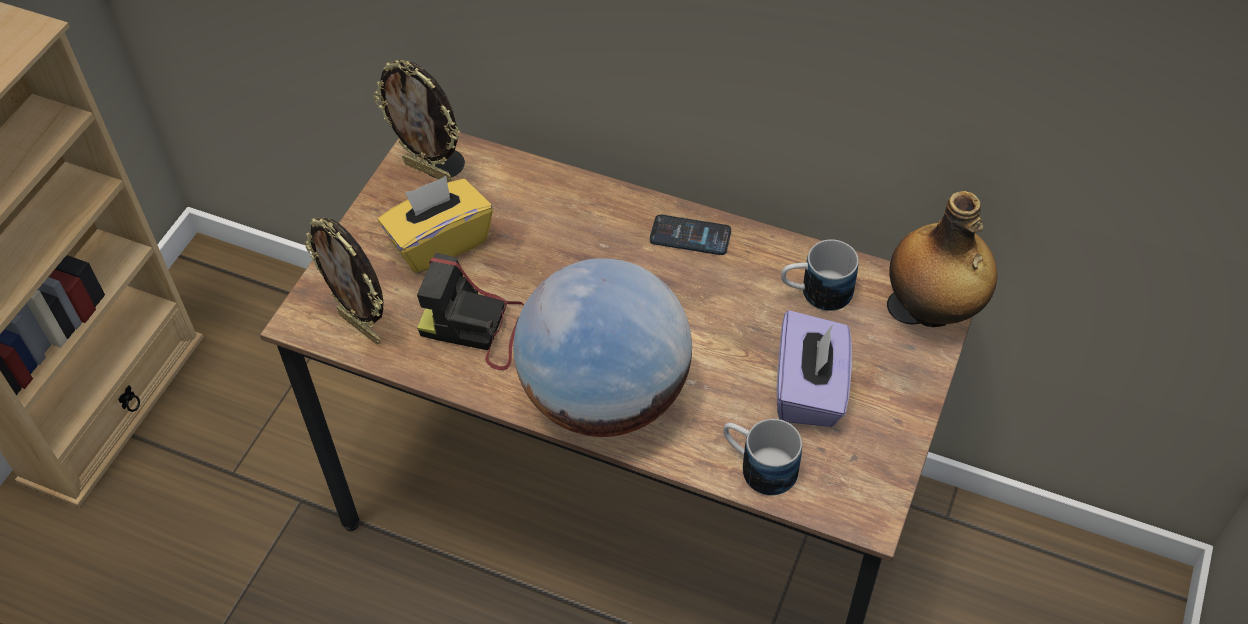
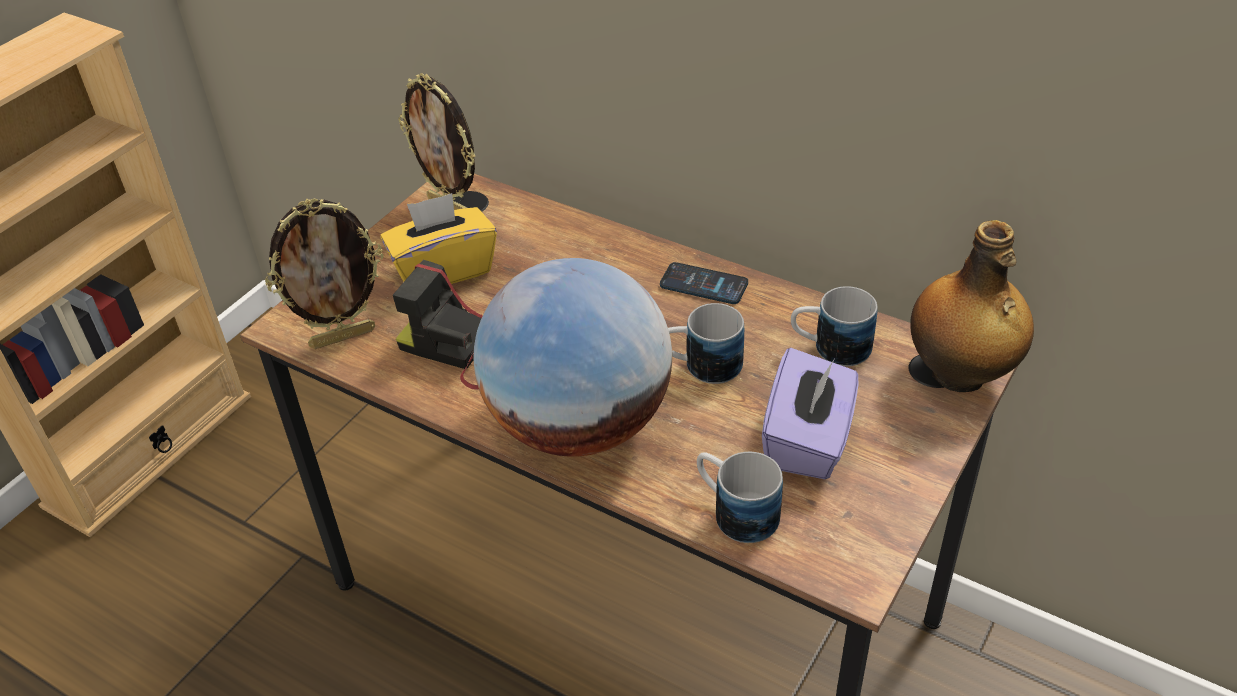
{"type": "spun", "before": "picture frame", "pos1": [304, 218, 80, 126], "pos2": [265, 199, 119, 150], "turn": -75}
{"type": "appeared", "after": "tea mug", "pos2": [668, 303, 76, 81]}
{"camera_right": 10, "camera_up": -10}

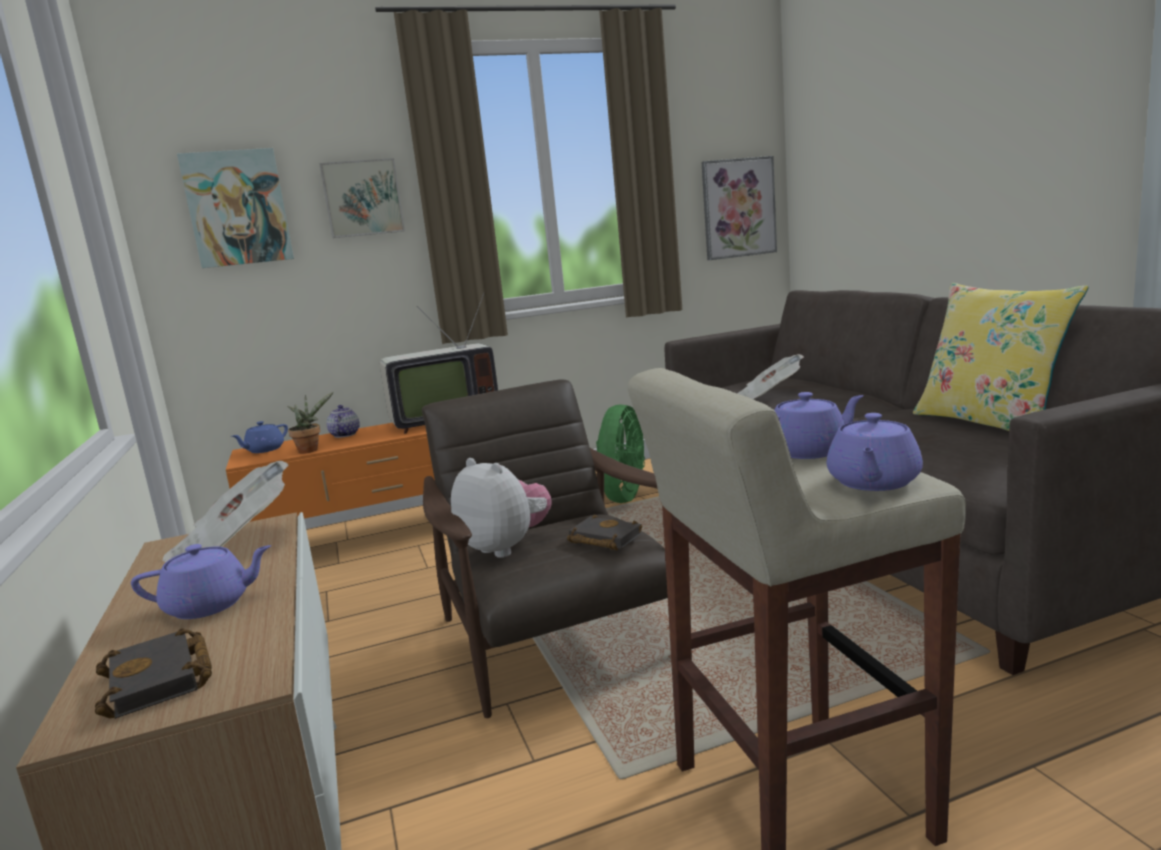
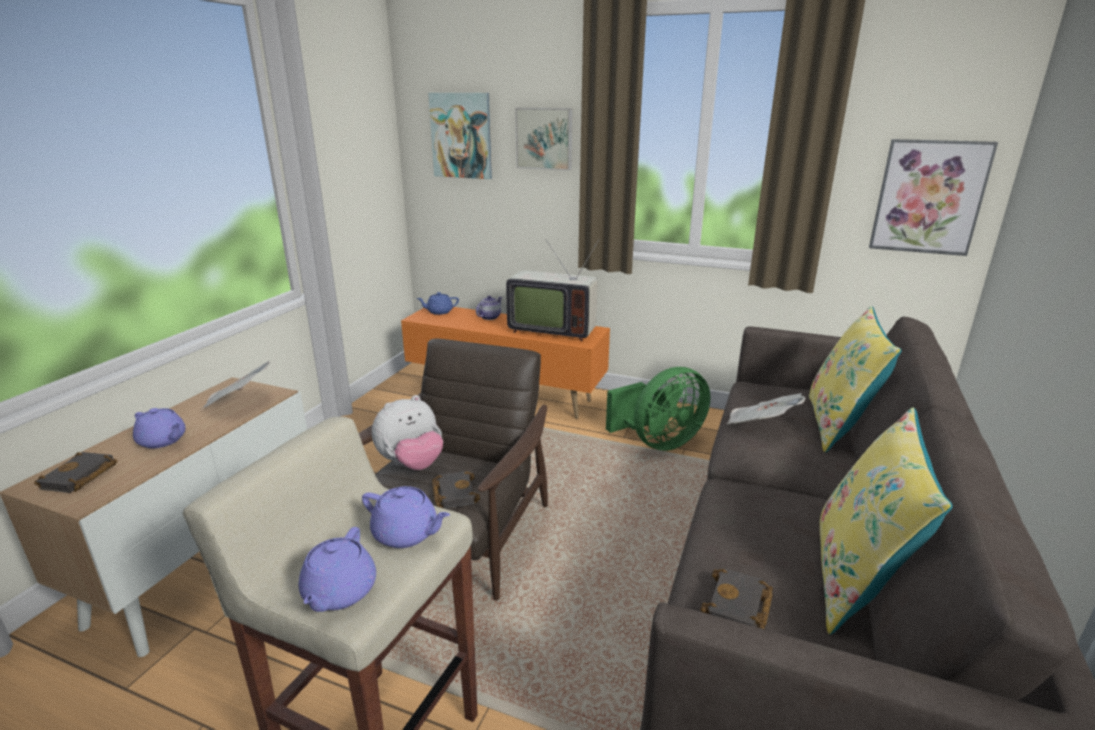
{"type": "missing", "before": "plant in a pot", "pos1": [287, 392, 47, 62]}
{"type": "spun", "before": "plush toy", "pos1": [451, 458, 101, 100], "pos2": [372, 395, 71, 75], "turn": 60}
{"type": "spun", "before": "pot for tea in purple", "pos1": [827, 413, 96, 78], "pos2": [299, 527, 77, 85], "turn": -60}
{"type": "appeared", "after": "volume in blackish", "pos2": [700, 567, 73, 62]}
{"type": "appeared", "after": "pillow in yellow", "pos2": [809, 306, 93, 147]}
{"camera_right": 40, "camera_up": 10}

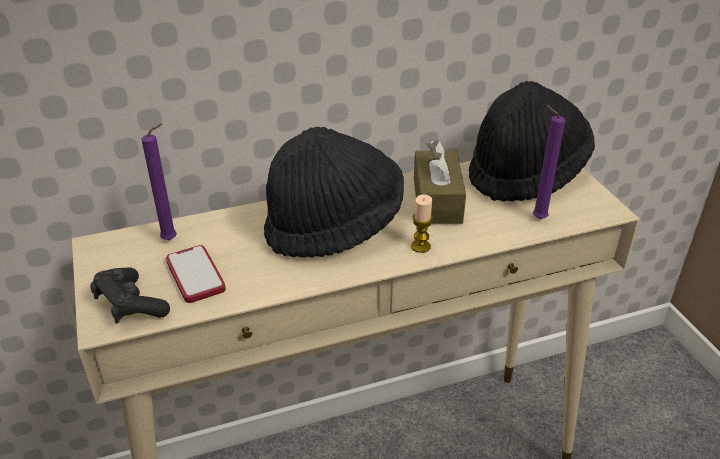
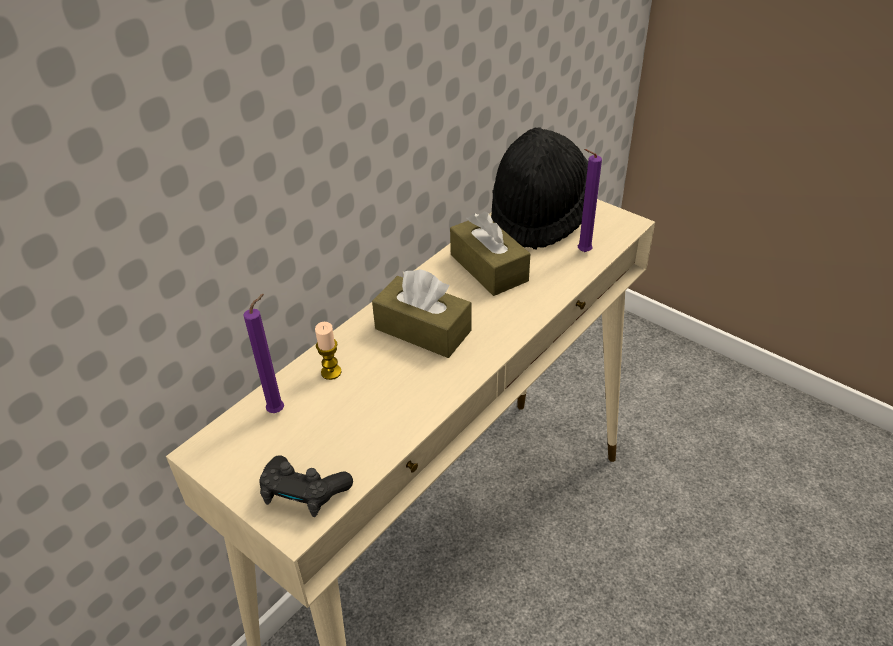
{"type": "missing", "before": "handset", "pos1": [166, 245, 60, 58]}
{"type": "exchanged", "before": "wearable hat in blackish", "after": "tissue holder in brown-coloured", "pos1": [264, 127, 140, 131], "pos2": [372, 269, 99, 89]}
{"type": "relocated", "before": "wax candle", "pos1": [411, 194, 22, 59], "pos2": [315, 322, 27, 58]}
{"camera_right": -30, "camera_up": 5}

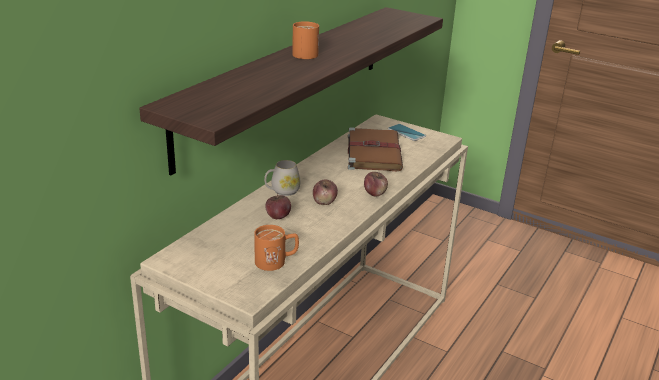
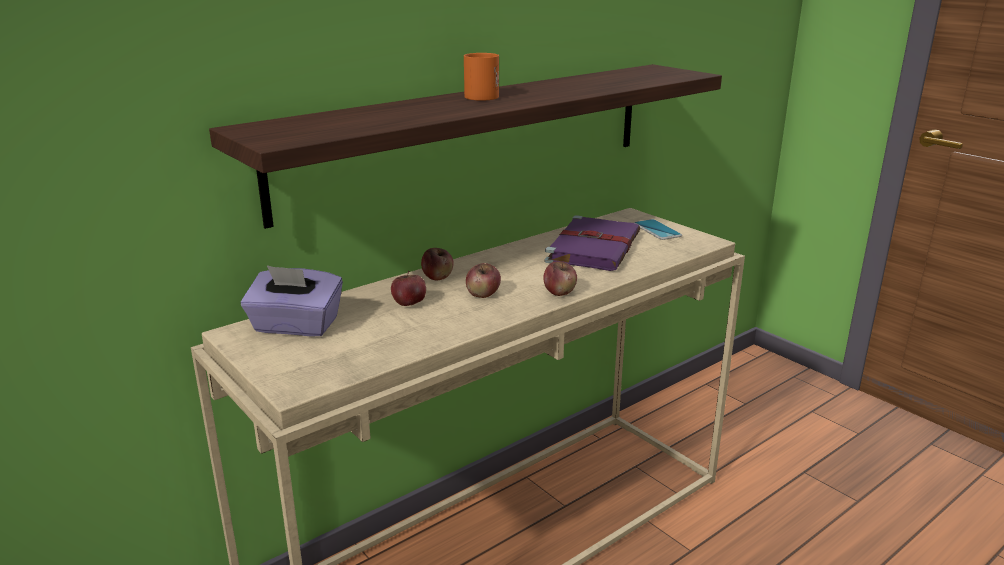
{"type": "missing", "before": "tea mug in orange", "pos1": [254, 225, 45, 46]}
{"type": "exchanged", "before": "tea mug in white-coloured", "after": "whole apple", "pos1": [264, 160, 36, 36], "pos2": [421, 248, 33, 32]}
{"type": "colour", "before": "volume in brown-coloured", "after": "volume in purple", "pos1": [348, 127, 55, 44], "pos2": [544, 215, 96, 56]}
{"type": "appeared", "after": "tissue holder in purple", "pos2": [241, 266, 102, 70]}
{"camera_right": 20, "camera_up": -5}

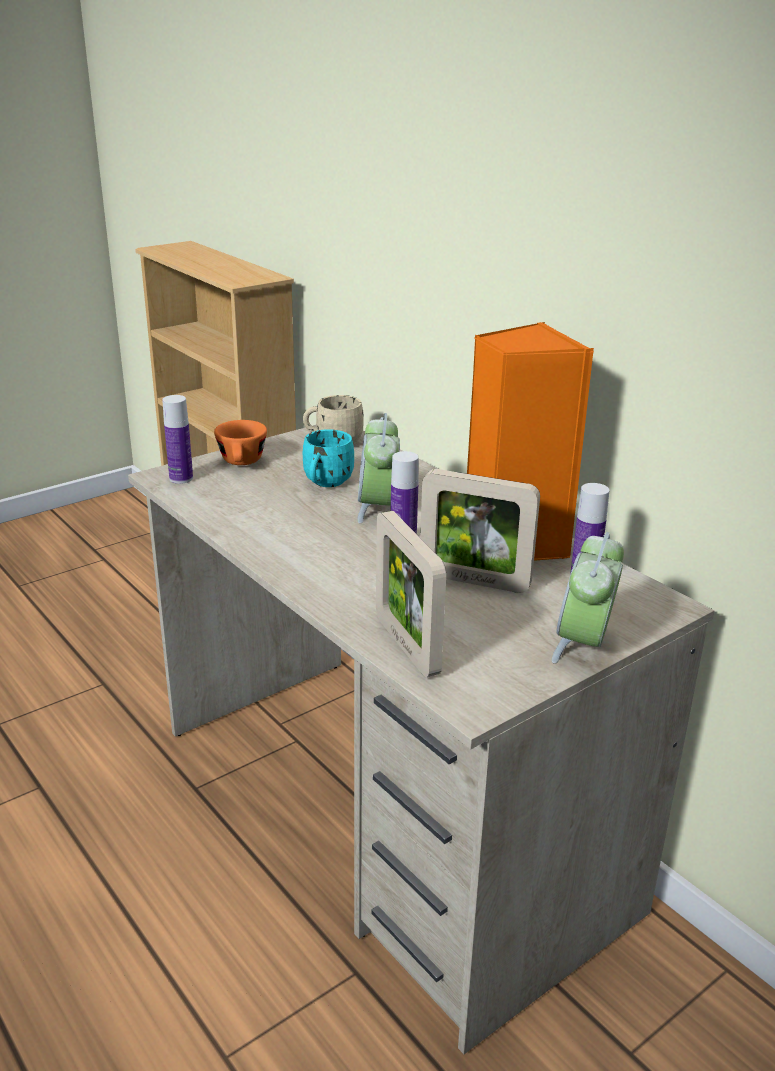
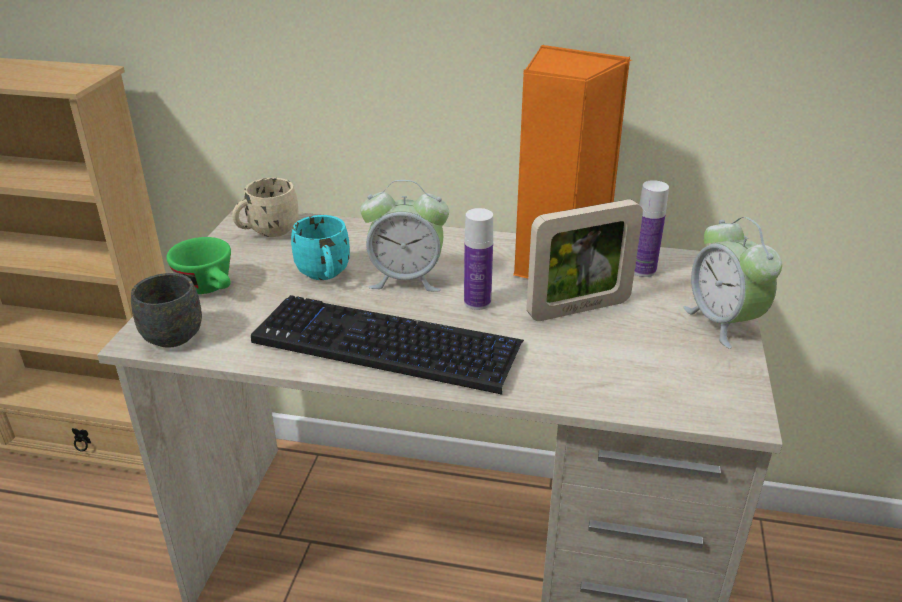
{"type": "exchanged", "before": "beverage bottle", "after": "tea mug in gray", "pos1": [162, 395, 31, 89], "pos2": [131, 273, 71, 75]}
{"type": "colour", "before": "small cup in orange", "after": "small cup in green-coloured", "pos1": [214, 420, 53, 45], "pos2": [166, 237, 65, 57]}
{"type": "spun", "before": "alarm clock", "pos1": [357, 413, 43, 111], "pos2": [360, 180, 89, 112], "turn": -45}
{"type": "missing", "before": "picture frame", "pos1": [376, 511, 70, 166]}
{"type": "appeared", "after": "computer keyboard", "pos2": [251, 295, 273, 100]}
{"camera_right": -40, "camera_up": 5}

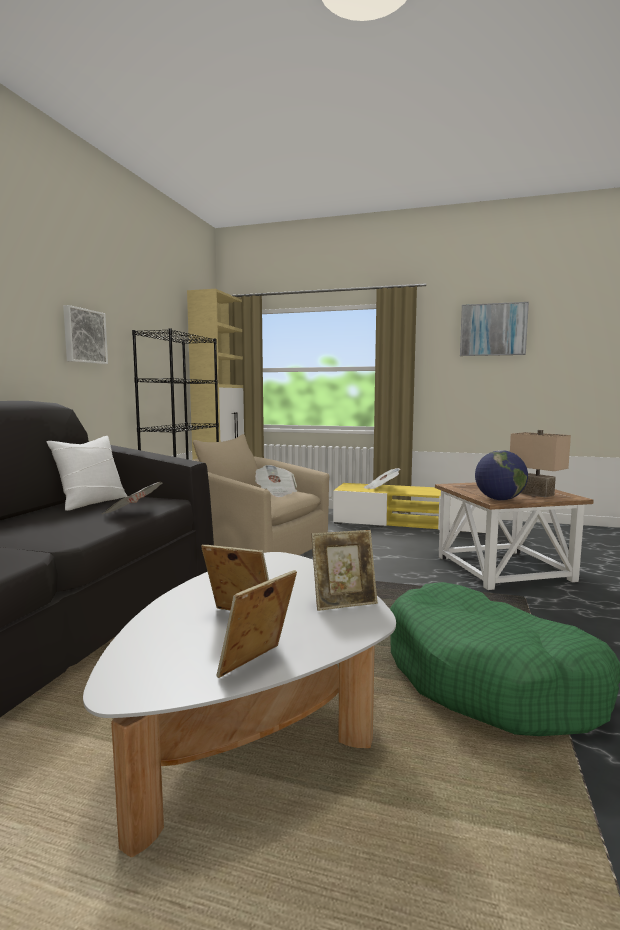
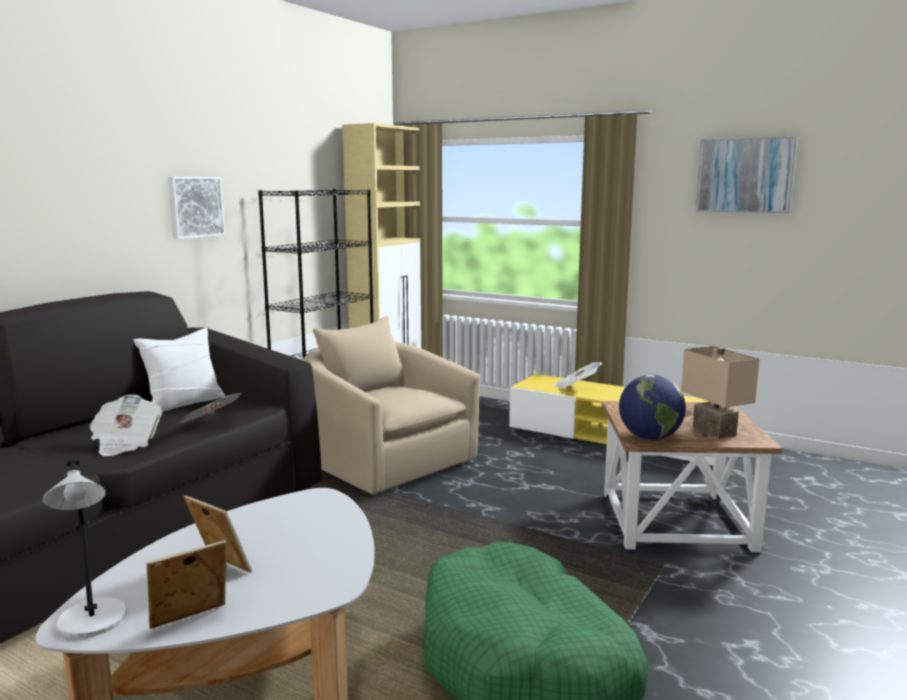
{"type": "relocated", "before": "daily paper", "pos1": [255, 465, 42, 32], "pos2": [89, 395, 73, 61]}
{"type": "missing", "before": "picture frame", "pos1": [311, 530, 67, 81]}
{"type": "appeared", "after": "lamp for a table in gray", "pos2": [43, 459, 84, 179]}
{"camera_right": 15, "camera_up": 5}

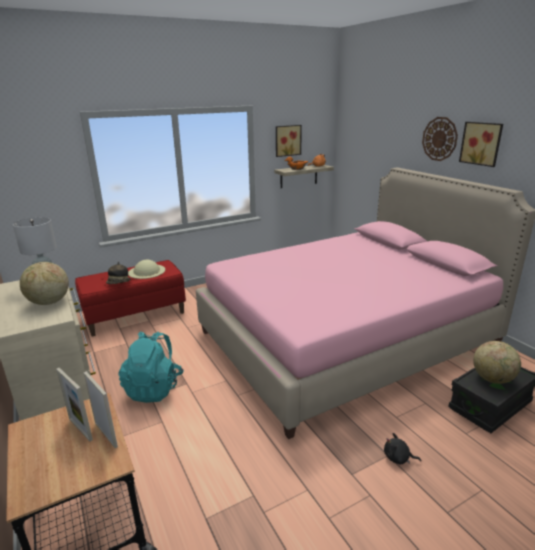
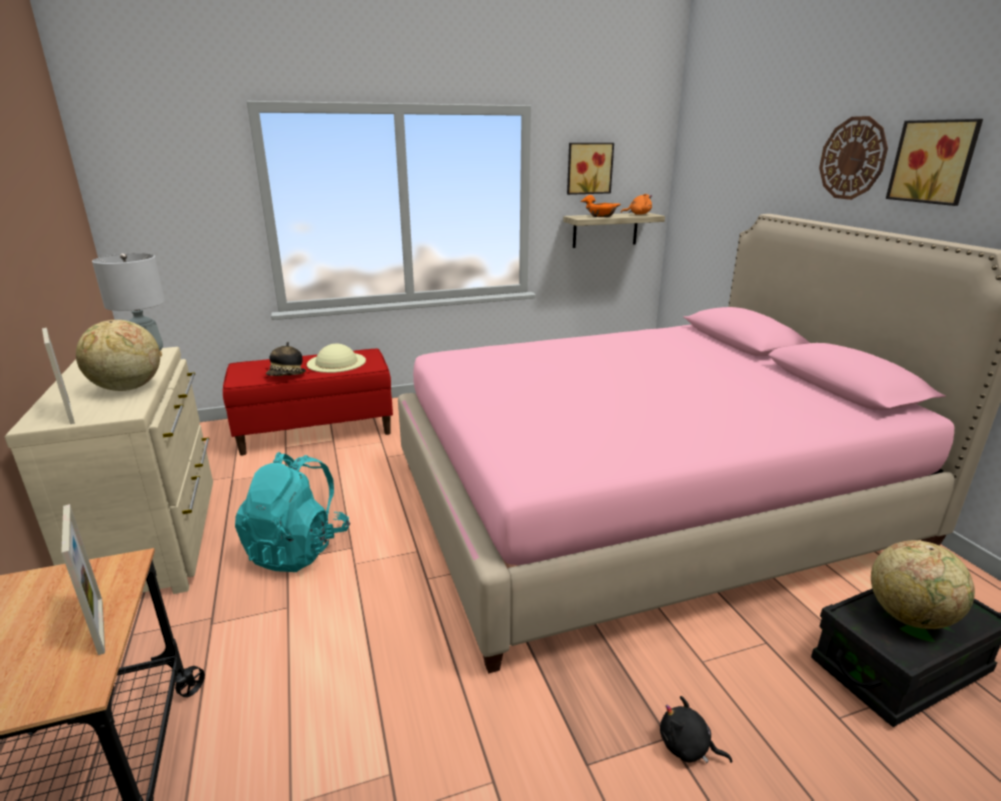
{"type": "relocated", "before": "picture frame", "pos1": [56, 368, 37, 73], "pos2": [42, 328, 33, 96]}
{"camera_right": 10, "camera_up": 0}

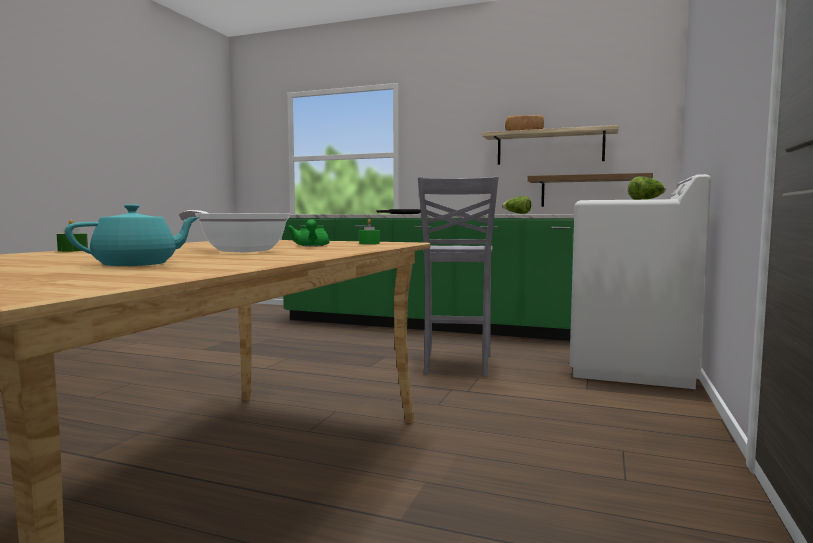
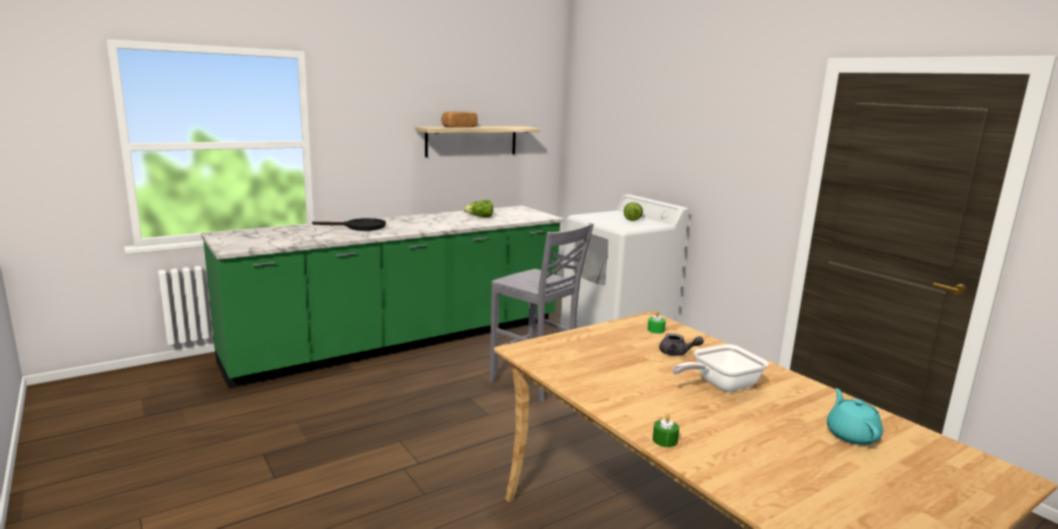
{"type": "colour", "before": "pot for tea in green-coloured", "after": "pot for tea in gray", "pos1": [287, 219, 43, 27], "pos2": [659, 333, 45, 23]}
{"type": "missing", "before": "wall shelf", "pos1": [527, 173, 126, 34]}
{"camera_right": -55, "camera_up": 10}

